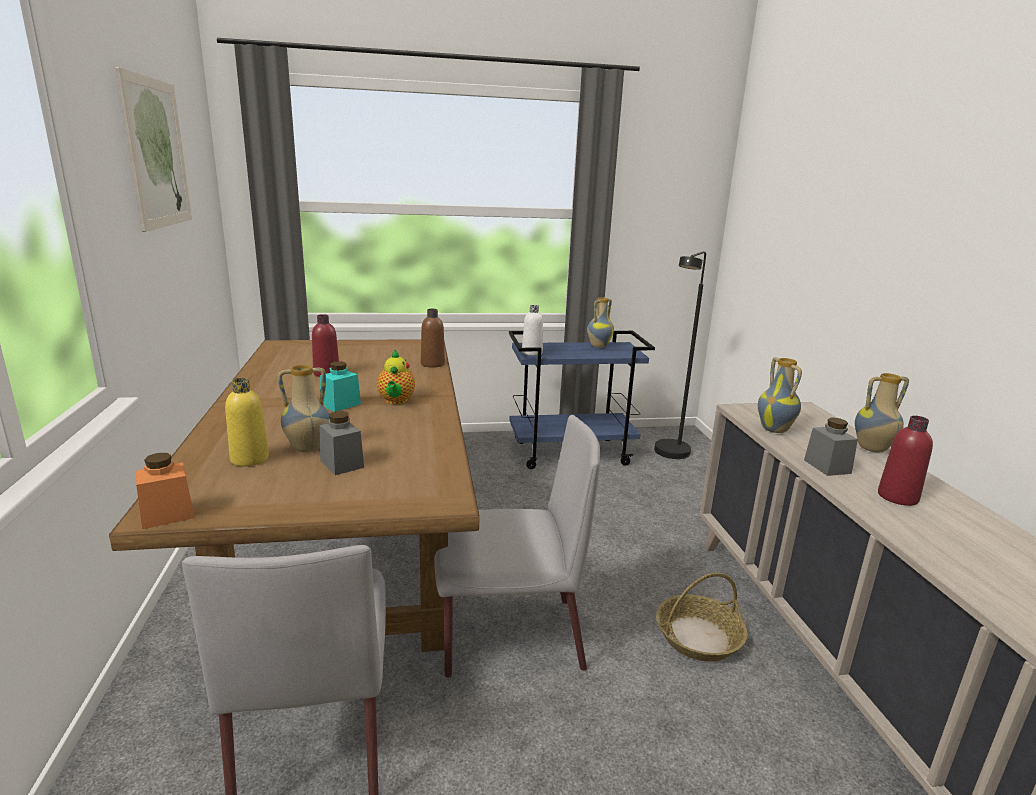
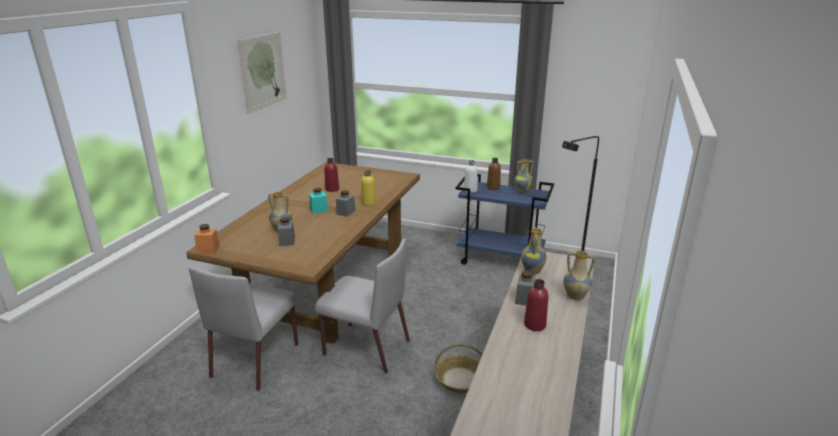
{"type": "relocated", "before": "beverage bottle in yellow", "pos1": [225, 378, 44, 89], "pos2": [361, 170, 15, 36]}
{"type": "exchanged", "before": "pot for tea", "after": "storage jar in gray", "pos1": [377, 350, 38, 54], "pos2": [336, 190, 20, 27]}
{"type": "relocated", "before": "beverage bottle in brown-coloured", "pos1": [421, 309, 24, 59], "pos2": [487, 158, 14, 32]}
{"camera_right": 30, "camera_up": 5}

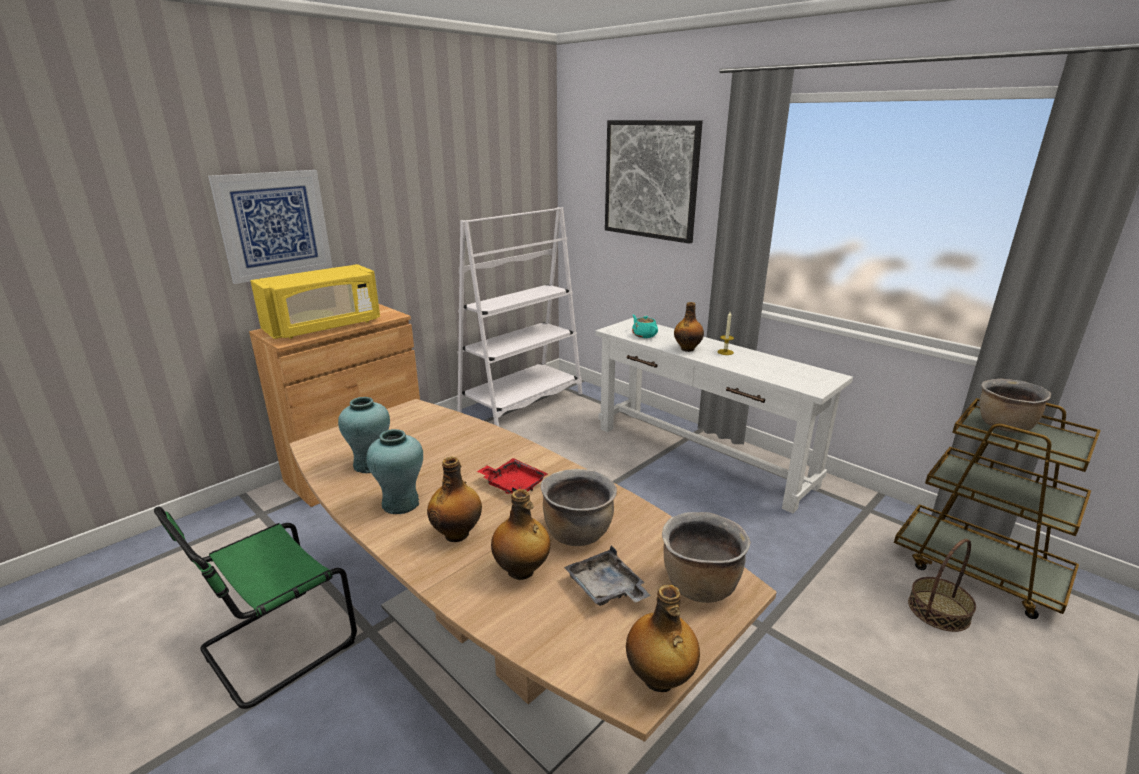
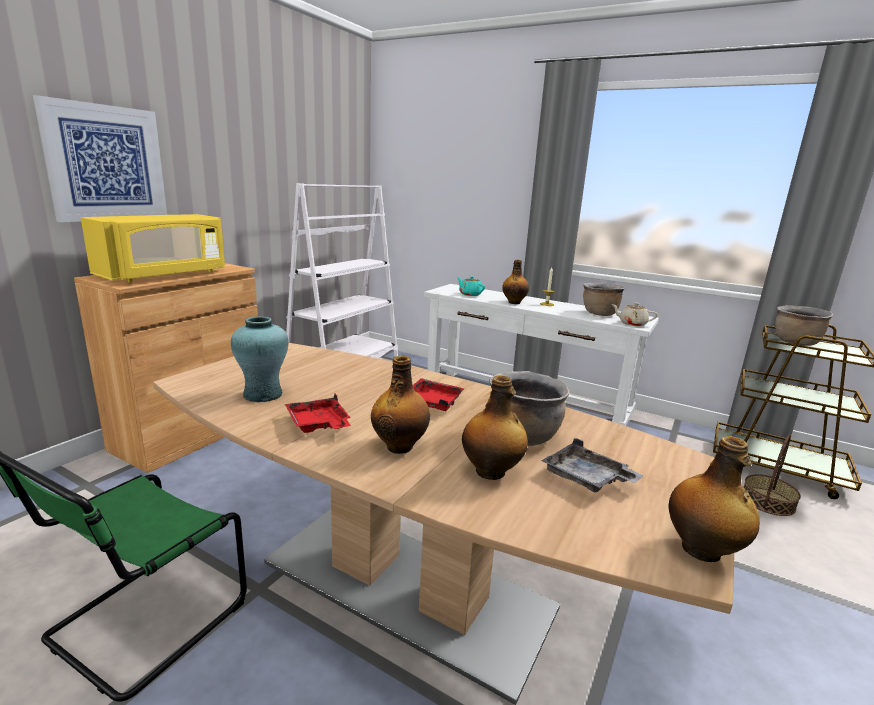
{"type": "exchanged", "before": "flower vase in turquoise", "after": "tray in red", "pos1": [366, 429, 57, 85], "pos2": [285, 394, 66, 39]}
{"type": "missing", "before": "wall art", "pos1": [605, 120, 98, 124]}
{"type": "relocated", "before": "saucepot in brown-coloured", "pos1": [662, 512, 89, 91], "pos2": [583, 283, 42, 33]}
{"type": "appeared", "after": "pot for tea in beige", "pos2": [611, 303, 47, 23]}
{"camera_right": -15, "camera_up": -5}

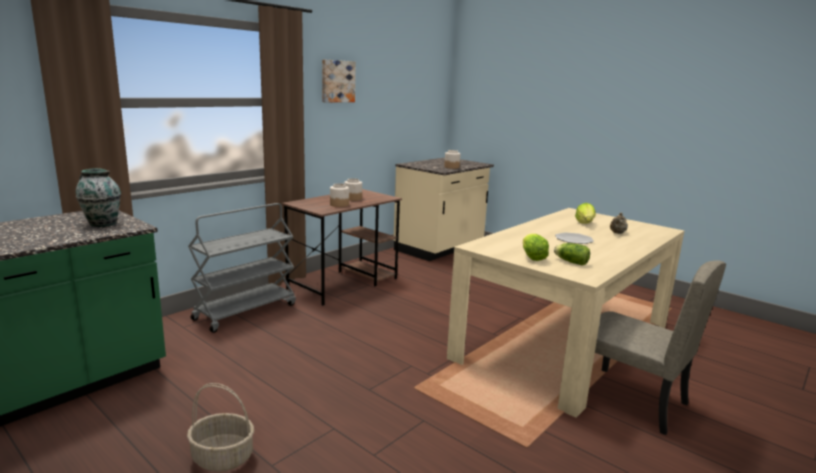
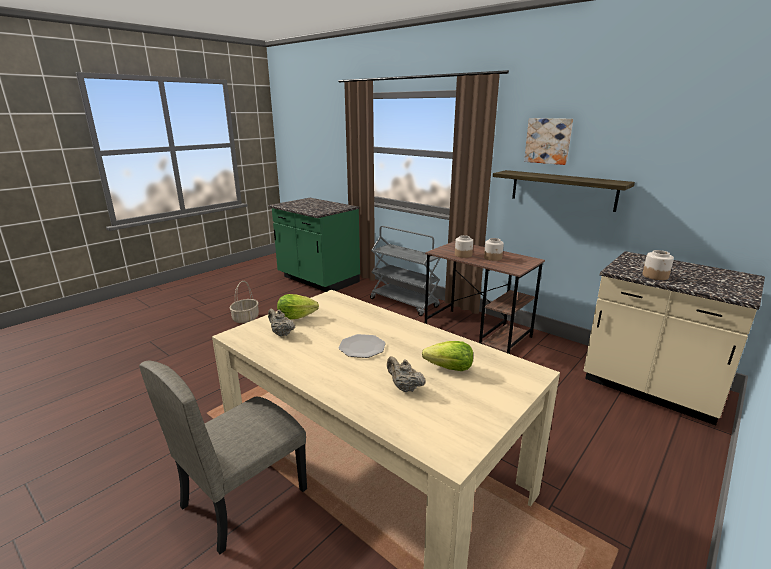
{"type": "missing", "before": "flower vase", "pos1": [76, 168, 45, 59]}
{"type": "exchanged", "before": "lettuce head", "after": "pot for tea in beige", "pos1": [554, 243, 36, 22], "pos2": [268, 309, 27, 27]}
{"type": "appeared", "after": "wall shelf", "pos2": [493, 170, 142, 42]}
{"camera_right": 90, "camera_up": 5}

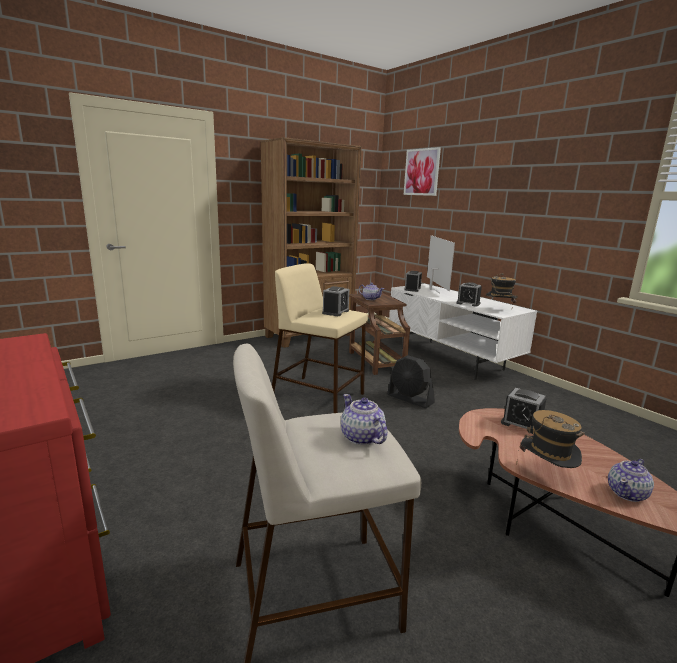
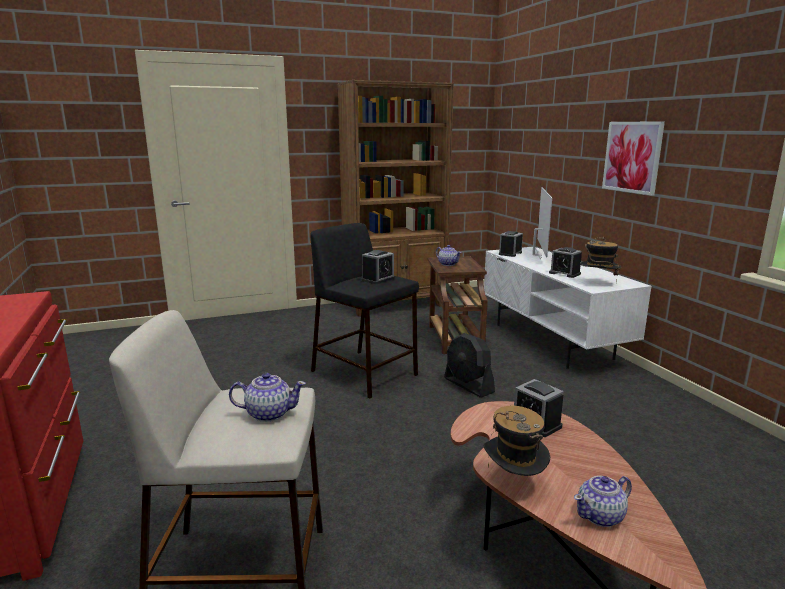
{"type": "colour", "before": "stool seat in beige", "after": "stool seat in blackish", "pos1": [272, 263, 96, 150], "pos2": [310, 223, 109, 175]}
{"type": "spun", "before": "pot for tea", "pos1": [341, 394, 46, 51], "pos2": [229, 373, 77, 49], "turn": 105}
{"type": "relocated", "before": "wall art", "pos1": [404, 147, 37, 49], "pos2": [602, 121, 63, 75]}
{"camera_right": 15, "camera_up": 0}

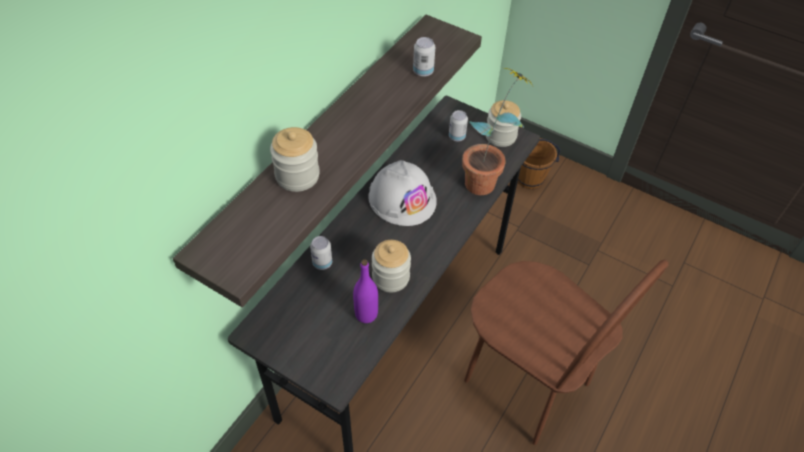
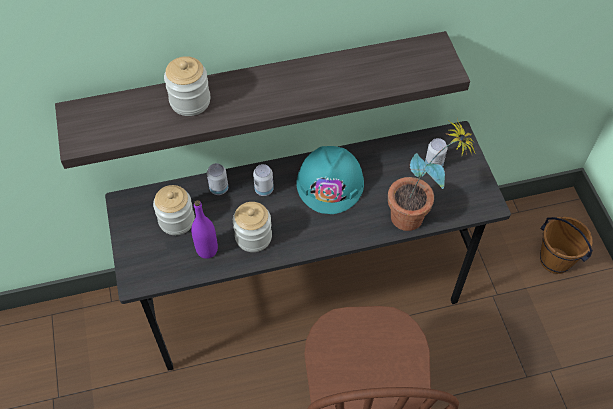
{"type": "colour", "before": "work helmet in white-coloured", "after": "work helmet in turquoise", "pos1": [369, 160, 68, 66], "pos2": [297, 146, 67, 68]}
{"type": "relocated", "before": "sealed can", "pos1": [413, 37, 22, 40], "pos2": [253, 164, 21, 32]}
{"type": "relocated", "before": "storage jar", "pos1": [486, 100, 35, 47], "pos2": [153, 185, 42, 50]}
{"camera_right": 45, "camera_up": 5}

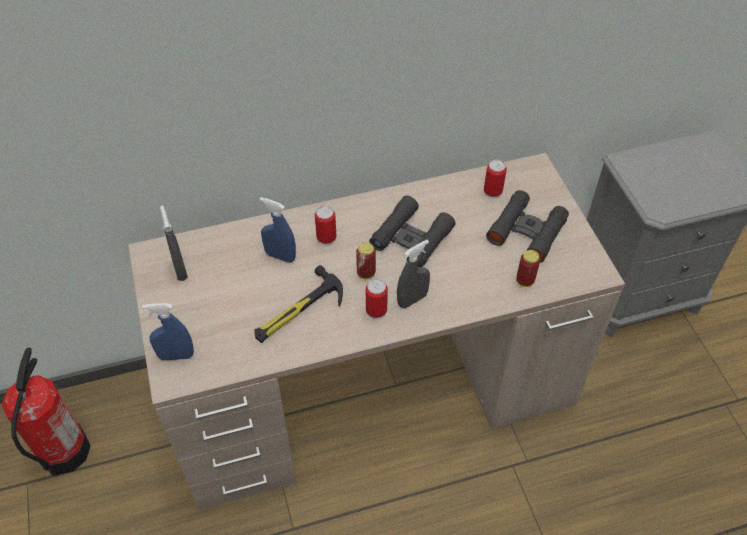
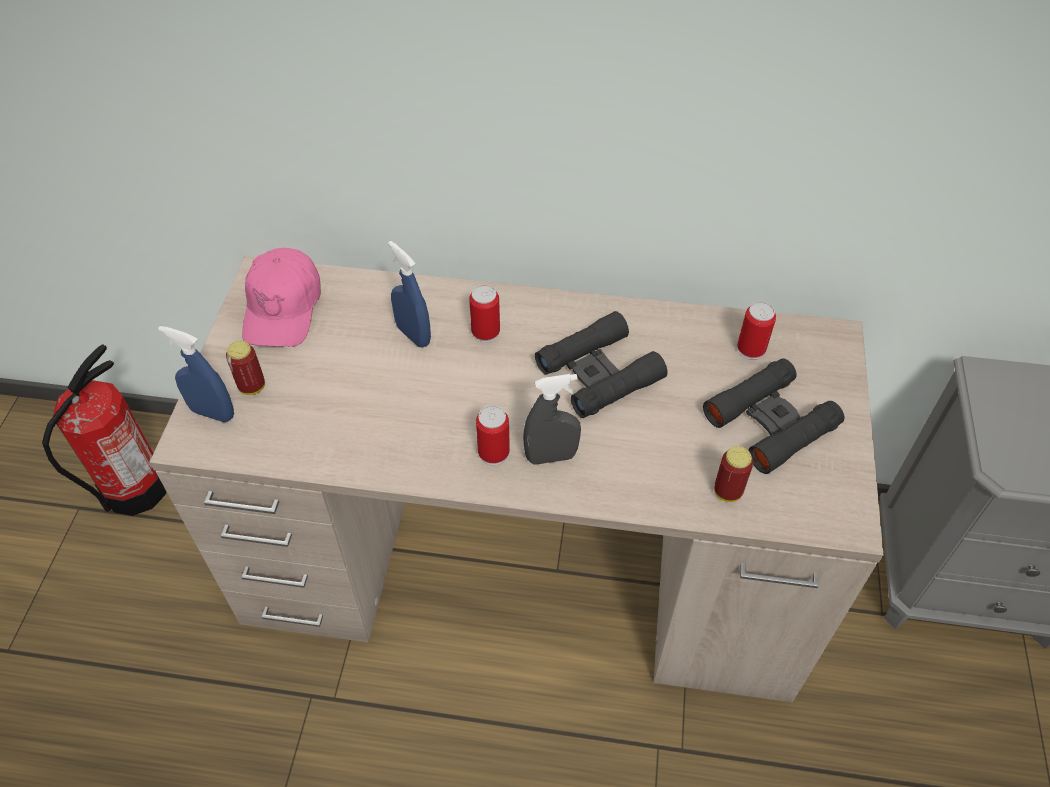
{"type": "exchanged", "before": "sprayer in gray", "after": "baseball cap in pinkish", "pos1": [160, 205, 28, 76], "pos2": [242, 248, 79, 99]}
{"type": "missing", "before": "hand hammer", "pos1": [254, 265, 89, 78]}
{"type": "relocated", "before": "sealed can", "pos1": [356, 242, 20, 37], "pos2": [226, 341, 39, 54]}
{"camera_right": 25, "camera_up": 0}

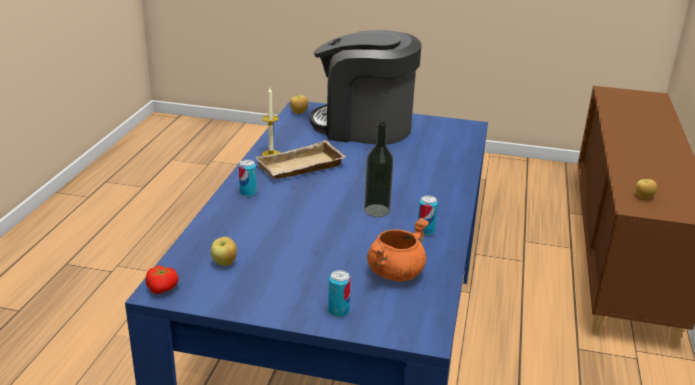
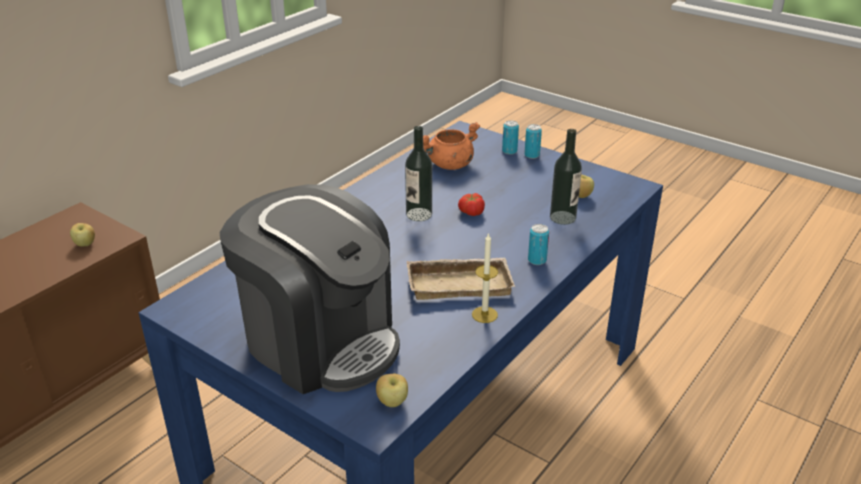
{"type": "relocated", "before": "tomato", "pos1": [146, 265, 32, 29], "pos2": [458, 193, 27, 23]}
{"type": "relocated", "before": "sealed can", "pos1": [418, 196, 20, 39], "pos2": [524, 124, 18, 35]}
{"type": "appeared", "after": "beverage bottle", "pos2": [550, 129, 32, 96]}
{"camera_right": -155, "camera_up": 5}

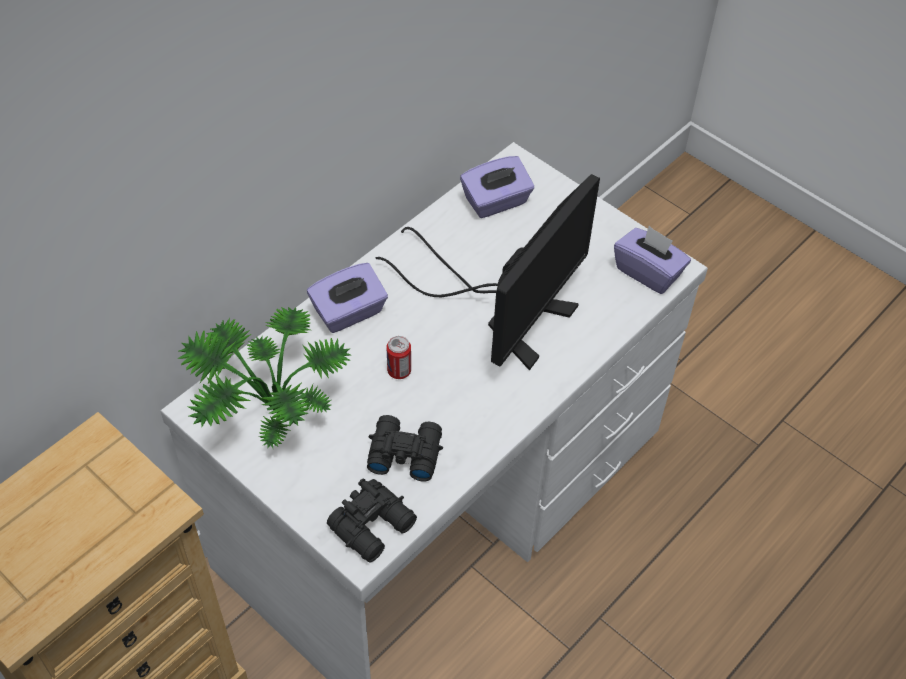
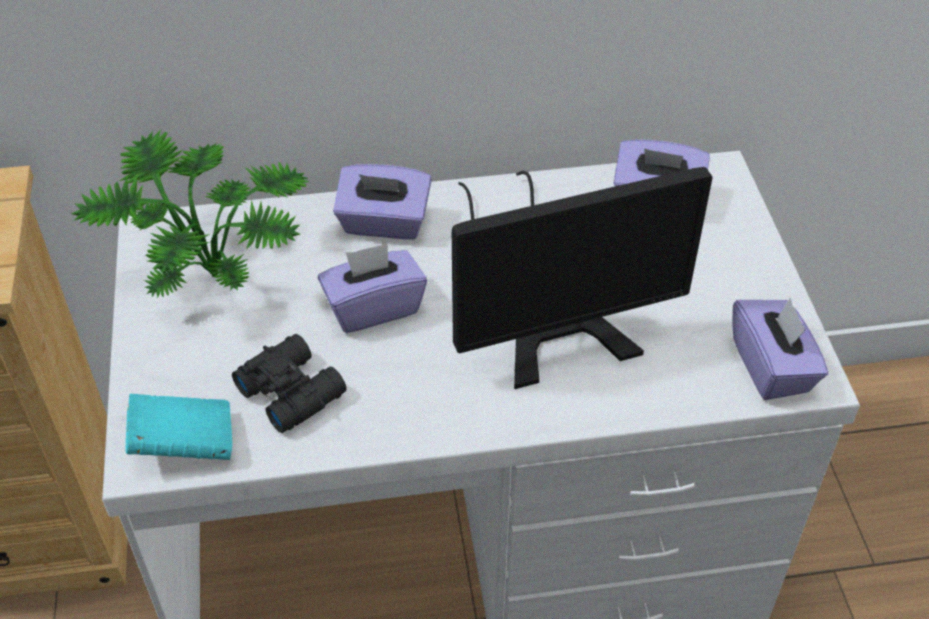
{"type": "exchanged", "before": "binoculars in blackish", "after": "volume in turquoise", "pos1": [327, 478, 90, 85], "pos2": [125, 394, 107, 66]}
{"type": "exchanged", "before": "sealed can", "after": "tissue holder in purple", "pos1": [386, 336, 25, 43], "pos2": [318, 243, 109, 90]}
{"camera_right": 40, "camera_up": -5}

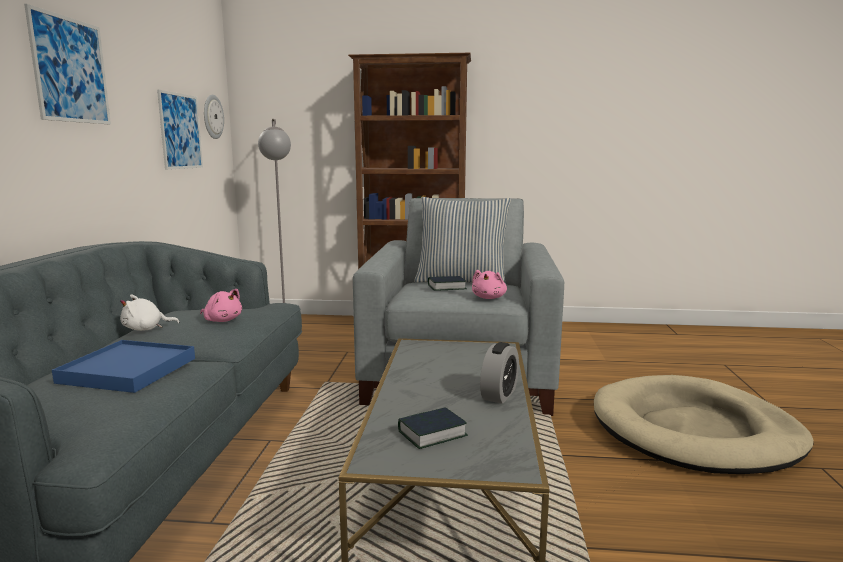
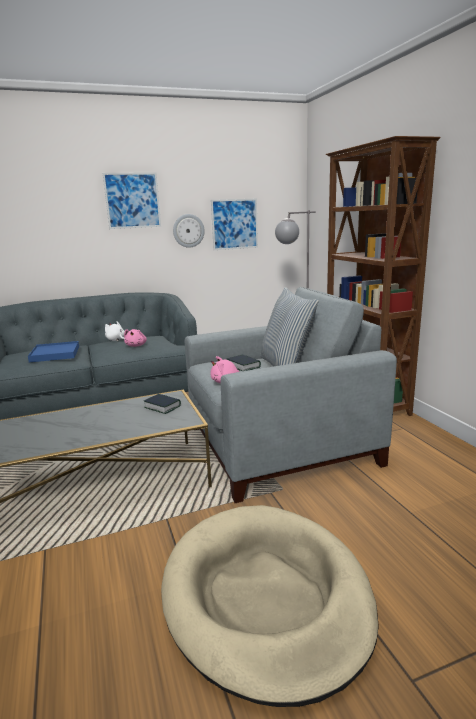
{"type": "relocated", "before": "wall clock", "pos1": [204, 95, 20, 44], "pos2": [173, 214, 32, 34]}
{"type": "relocated", "before": "volume", "pos1": [398, 407, 70, 42], "pos2": [144, 394, 37, 20]}
{"type": "missing", "before": "alarm clock", "pos1": [480, 342, 39, 62]}
{"camera_right": 65, "camera_up": 5}

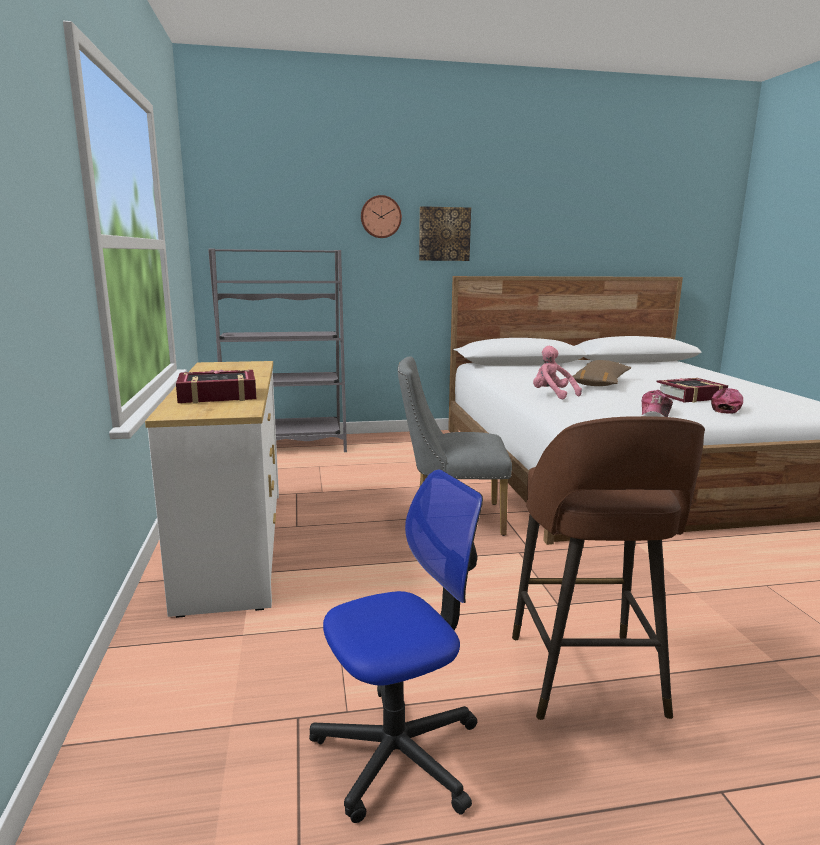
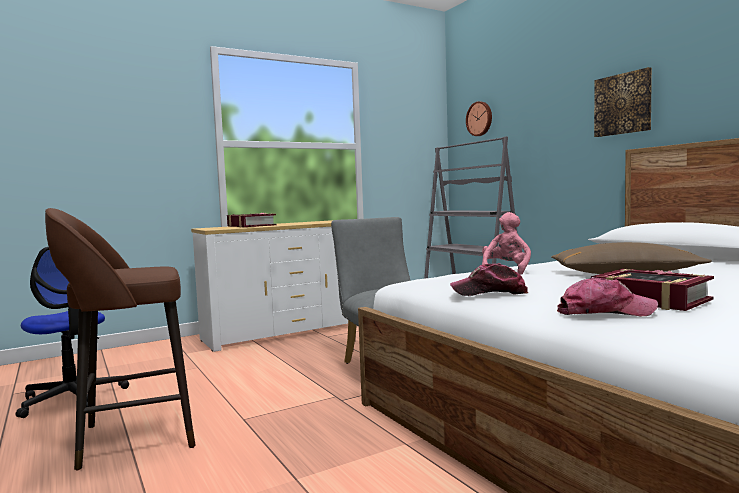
{"type": "relocated", "before": "wall clock", "pos1": [361, 195, 41, 43], "pos2": [466, 101, 26, 35]}
{"camera_right": 70, "camera_up": -10}

